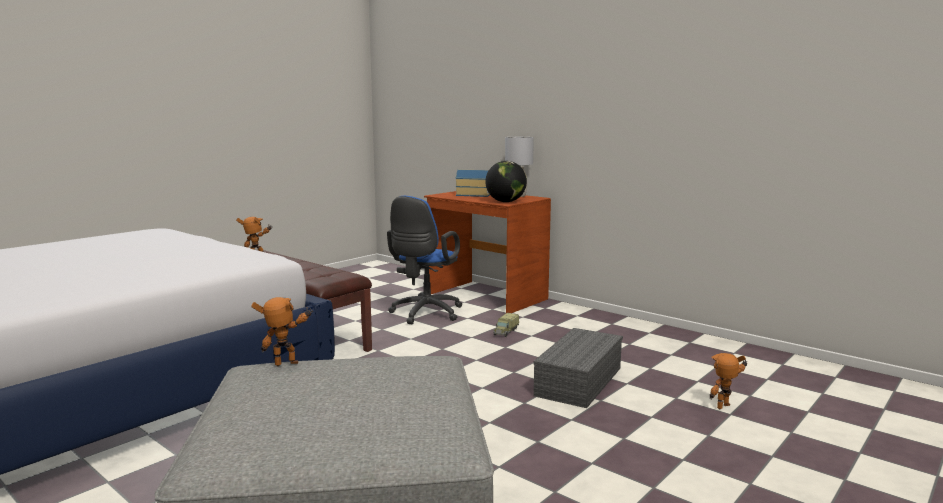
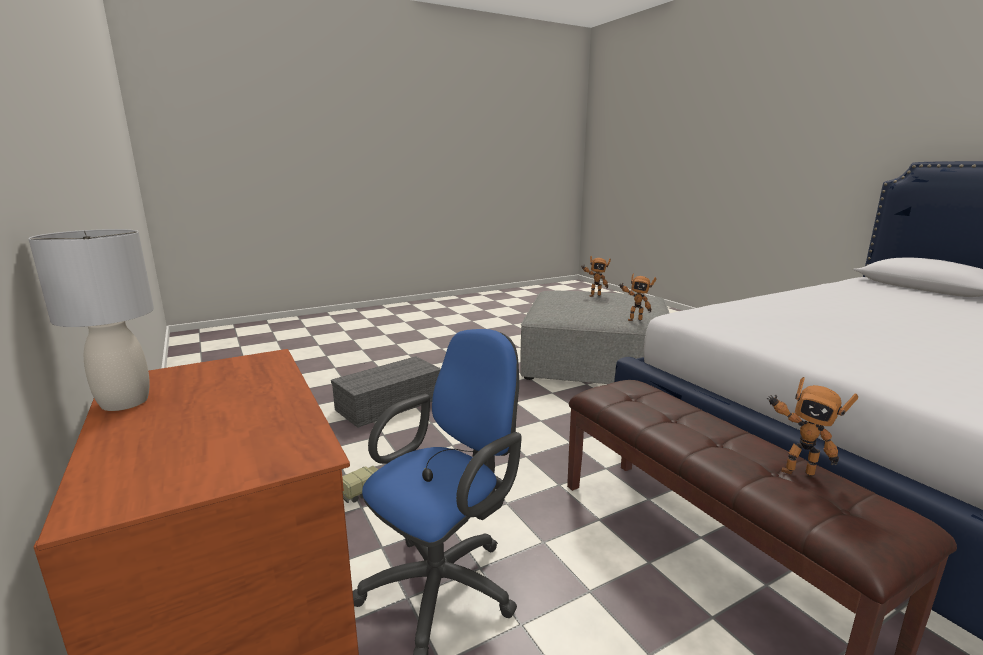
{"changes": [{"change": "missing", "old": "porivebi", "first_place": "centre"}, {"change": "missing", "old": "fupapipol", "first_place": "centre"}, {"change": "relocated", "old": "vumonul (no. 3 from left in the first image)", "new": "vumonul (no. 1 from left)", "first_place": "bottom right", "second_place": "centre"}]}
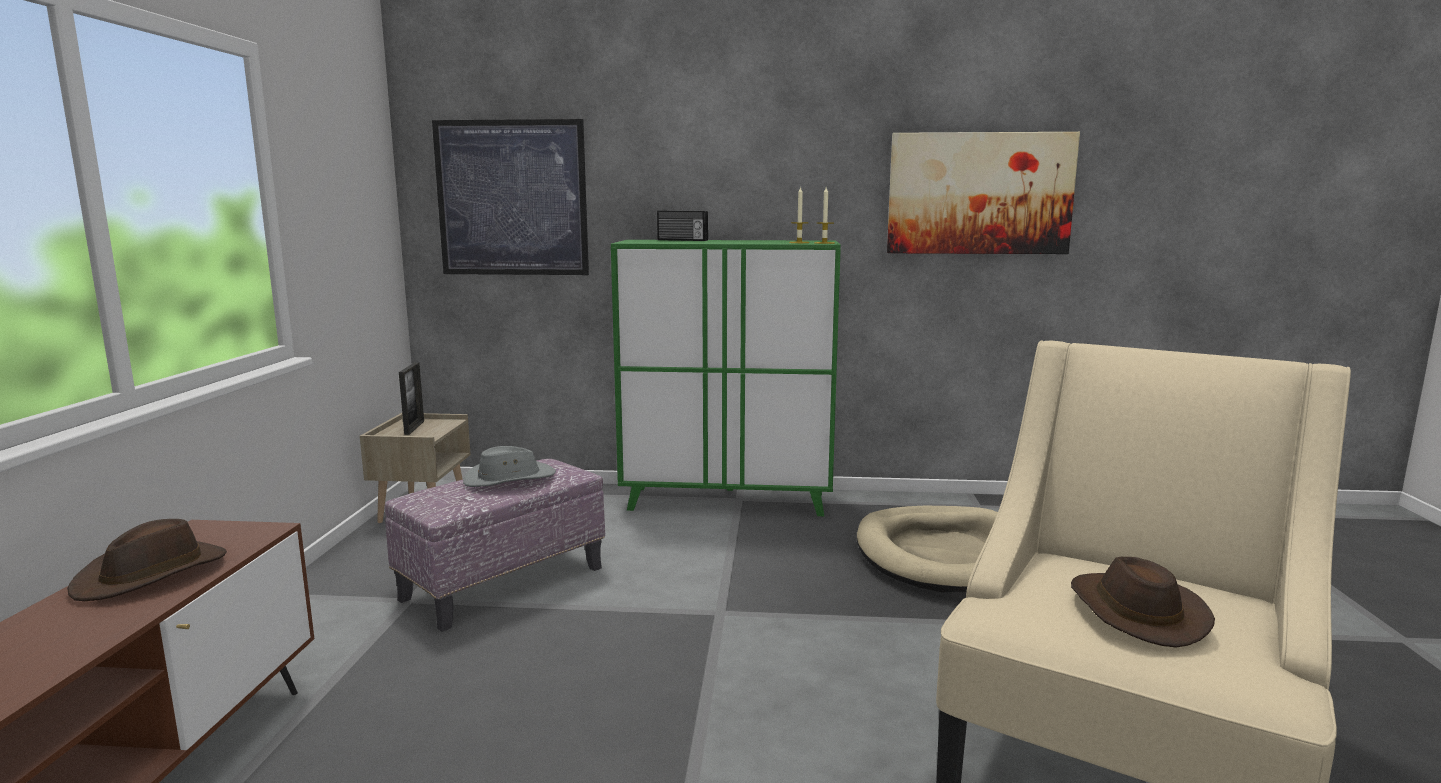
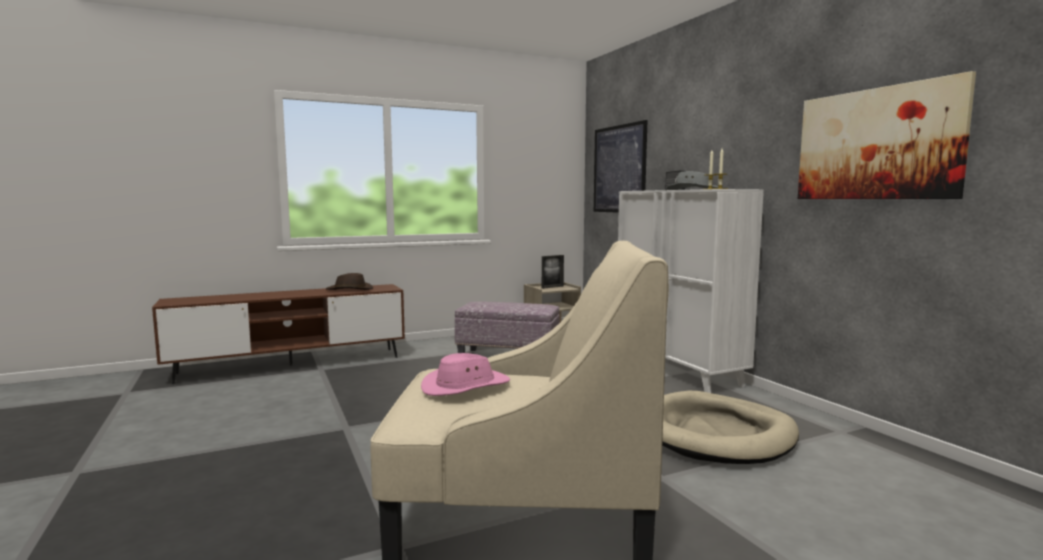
{"changes": [{"change": "relocated", "old": "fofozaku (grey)", "first_place": "centre", "second_place": "top centre"}, {"change": "colour", "old": "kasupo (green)", "new": "kasupo (white)", "first_place": "centre", "second_place": "centre"}, {"change": "colour", "old": "fofozaku (brown) (no. 2 from left)", "new": "fofozaku (pink)", "first_place": "bottom right", "second_place": "bottom centre"}]}
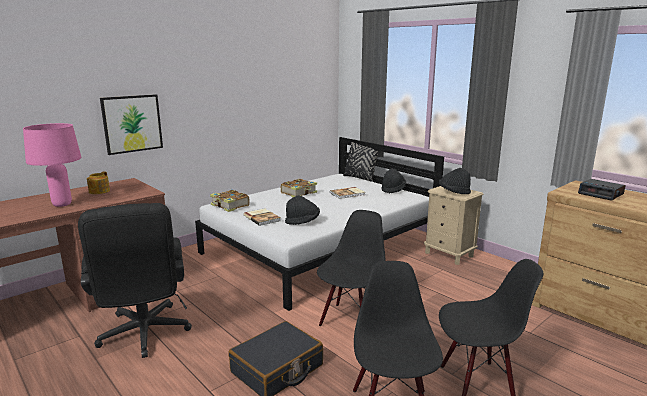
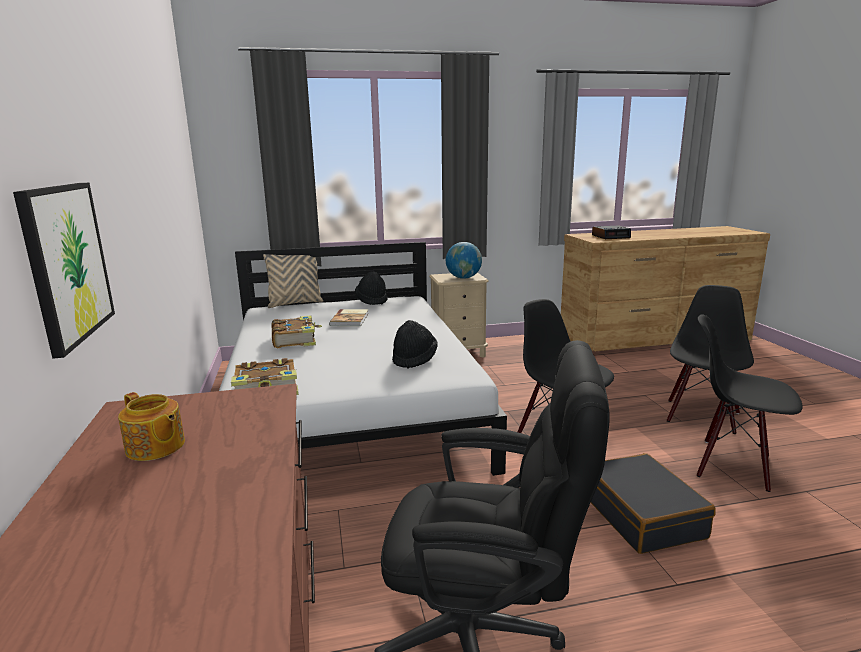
{"changes": [{"change": "missing", "old": "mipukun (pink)", "first_place": "middle left"}, {"change": "missing", "old": "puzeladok (no. 2 from left)", "first_place": "centre"}, {"change": "colour", "old": "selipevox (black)", "new": "selipevox (beige)", "first_place": "centre", "second_place": "centre"}, {"change": "exchanged", "old": "fofozaku (black) (no. 3 from left)", "new": "fupapipol", "first_place": "middle right", "second_place": "centre"}]}
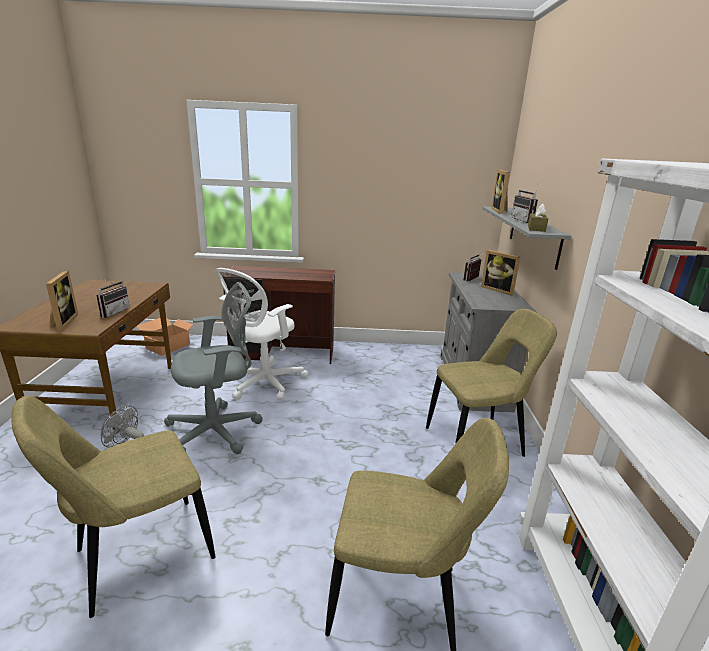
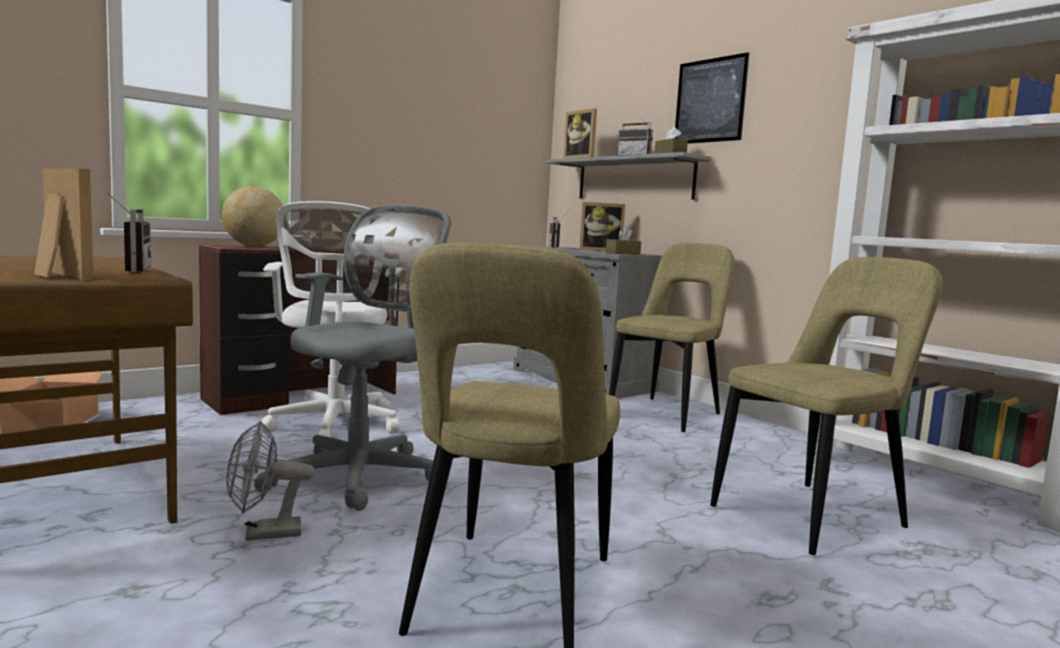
{"changes": [{"change": "appeared", "new": "fupapipol", "second_place": "middle left"}, {"change": "appeared", "new": "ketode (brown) (no. 1 from left)", "second_place": "centre"}, {"change": "appeared", "new": "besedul", "second_place": "top right"}]}
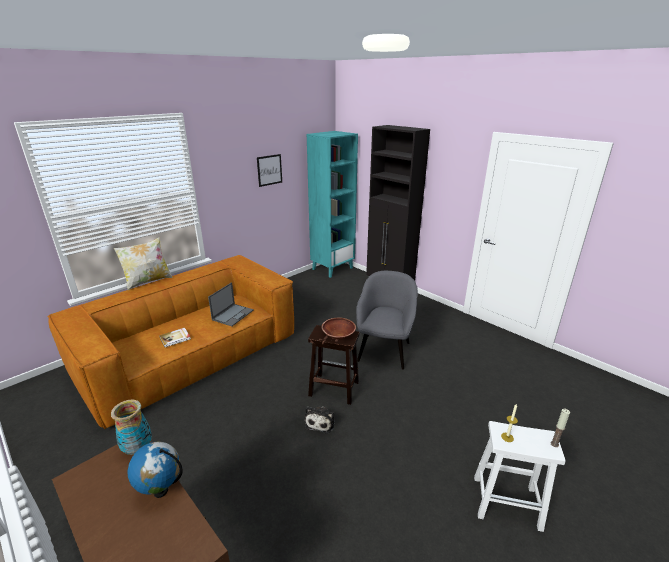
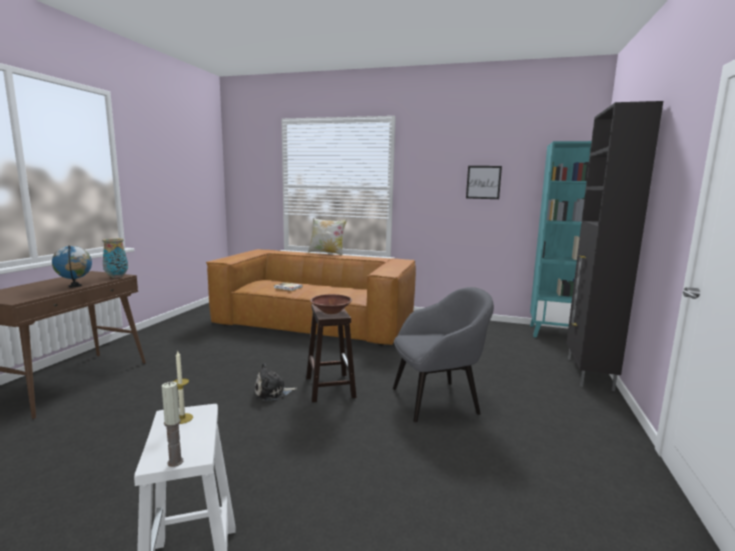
{"changes": [{"change": "missing", "old": "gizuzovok", "first_place": "centre"}]}
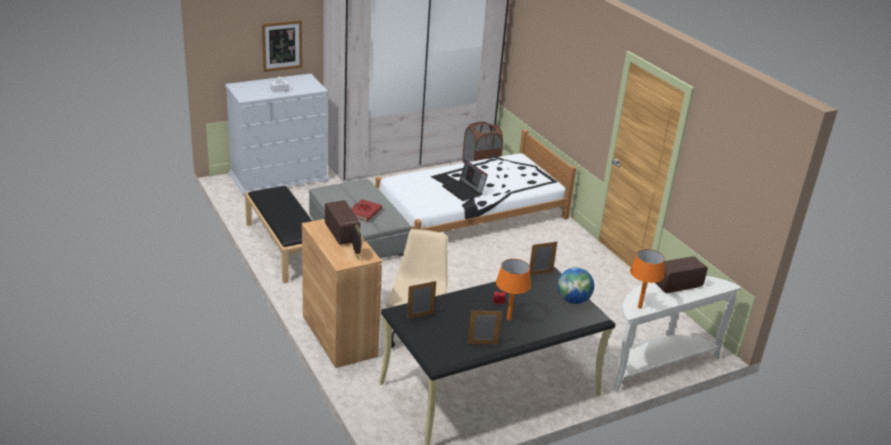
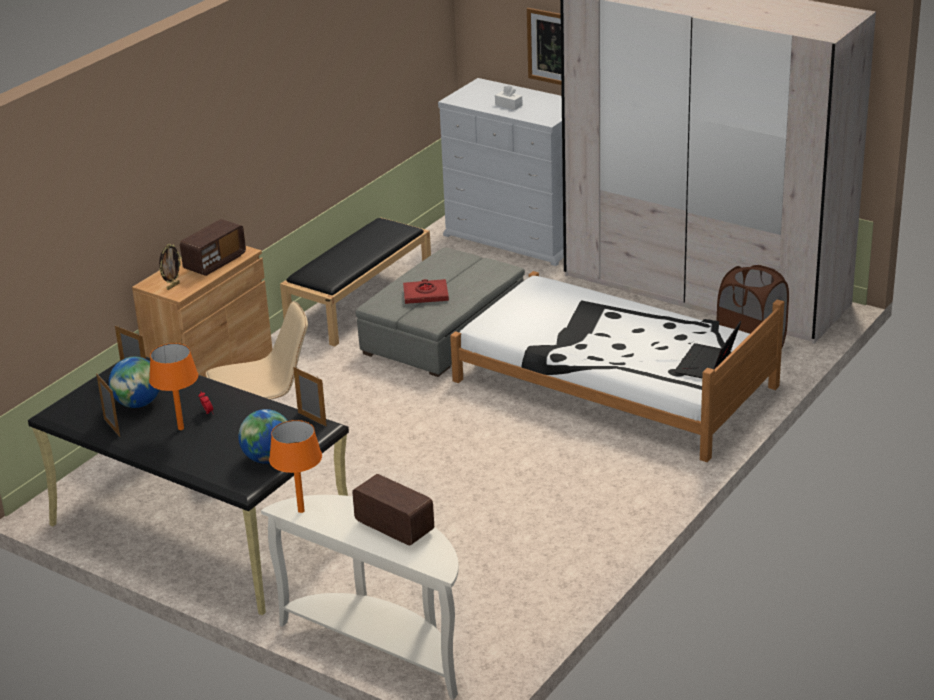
{"changes": [{"change": "relocated", "old": "gizuzovok", "first_place": "centre", "second_place": "middle right"}, {"change": "appeared", "new": "fupapipol (no. 1 from left)", "second_place": "middle left"}]}
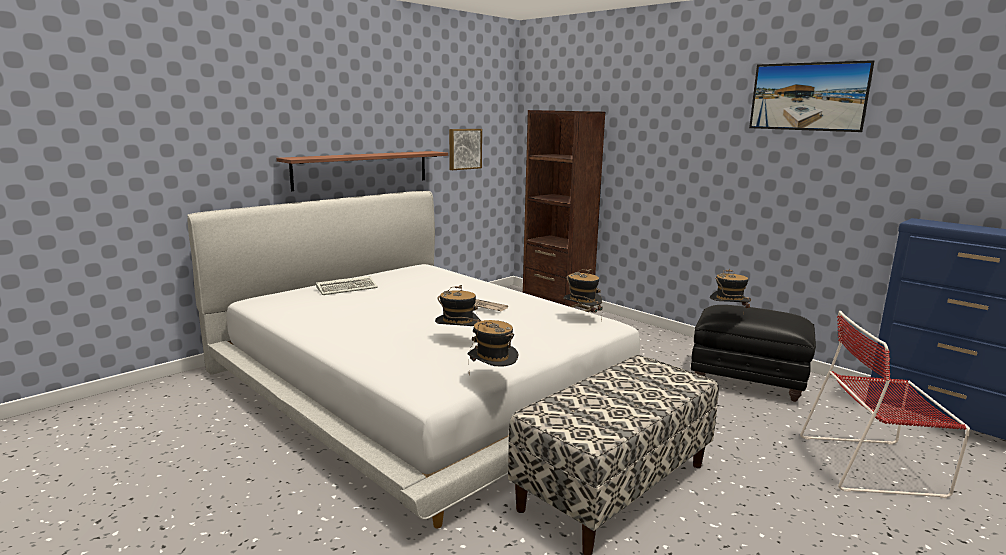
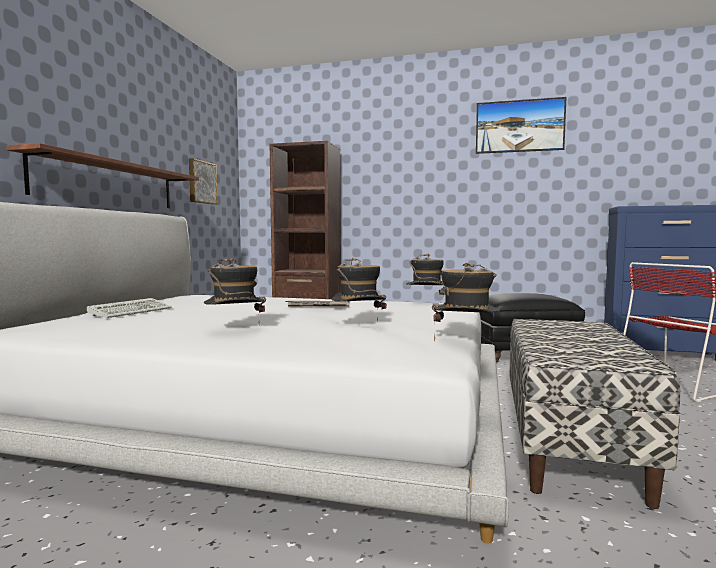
{"changes": [{"change": "relocated", "old": "fofozaku (no. 4 from left in the first image)", "new": "fofozaku (no. 1 from left)", "first_place": "middle right", "second_place": "middle left"}]}
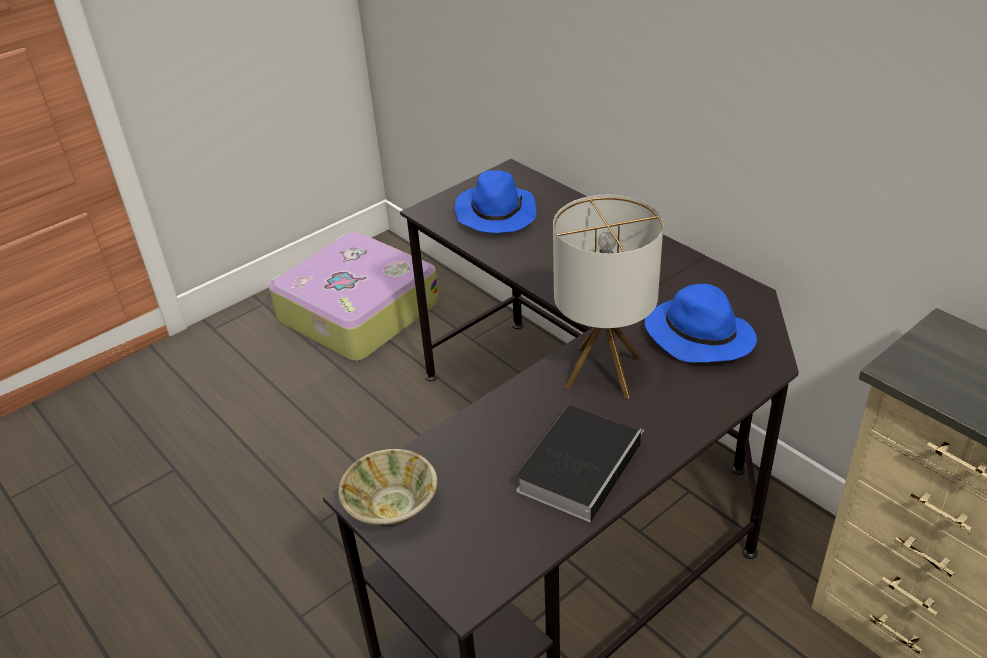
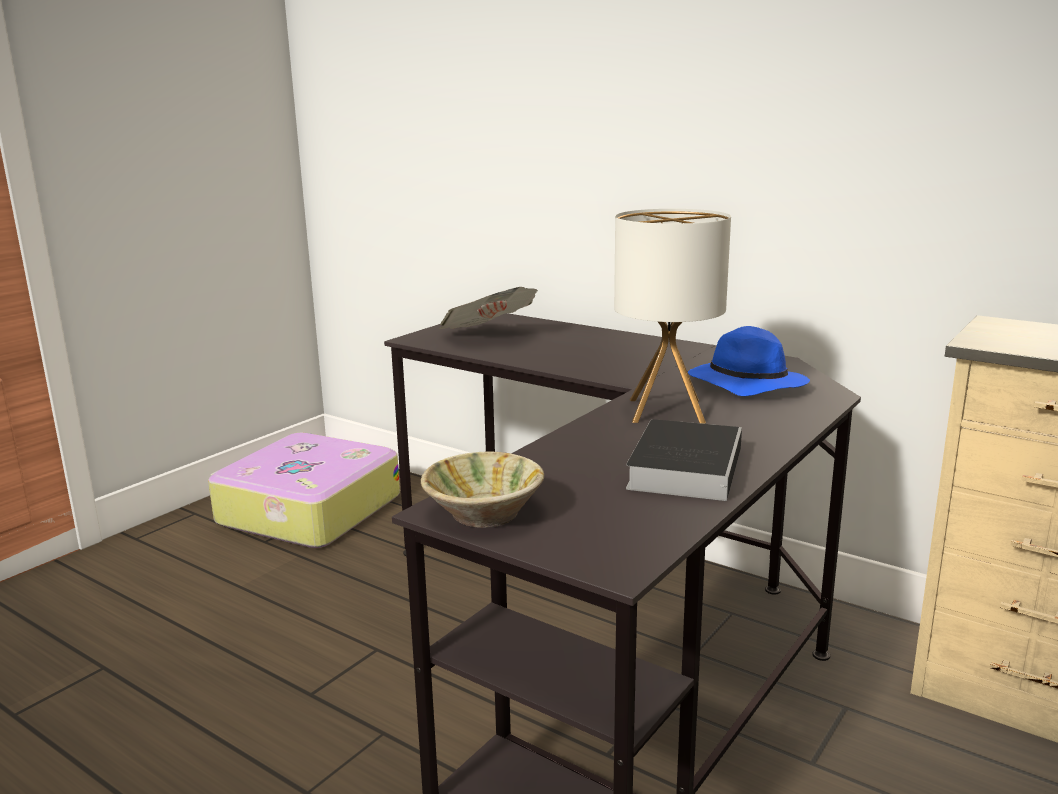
{"changes": [{"change": "exchanged", "old": "fofozaku (blue) (no. 1 from left)", "new": "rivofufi", "first_place": "top centre", "second_place": "centre"}]}
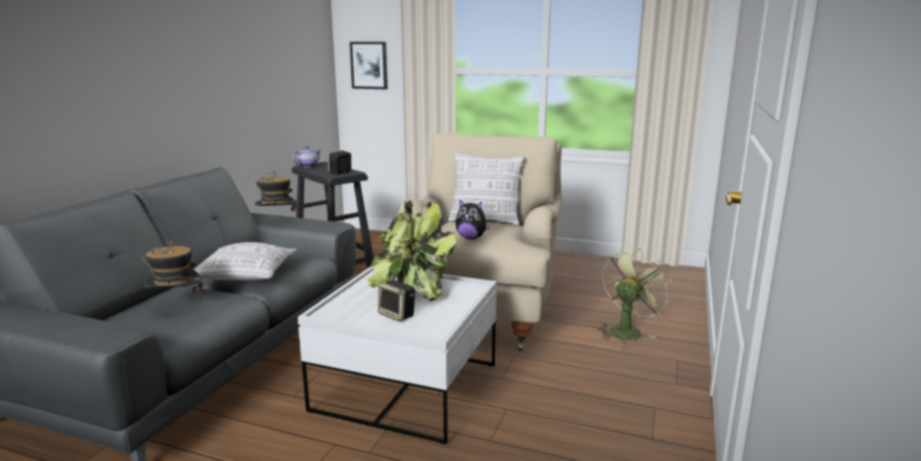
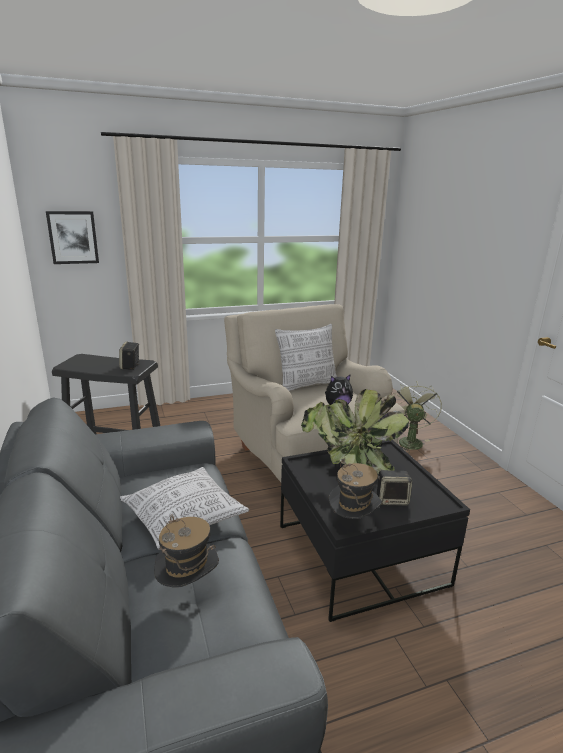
{"changes": [{"change": "relocated", "old": "fofozaku (no. 2 from left)", "first_place": "middle left", "second_place": "centre"}, {"change": "missing", "old": "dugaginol", "first_place": "centre"}, {"change": "colour", "old": "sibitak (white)", "new": "sibitak (black)", "first_place": "bottom centre", "second_place": "bottom centre"}]}
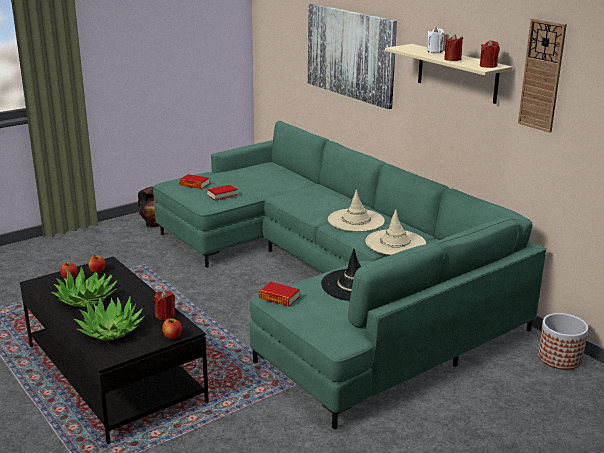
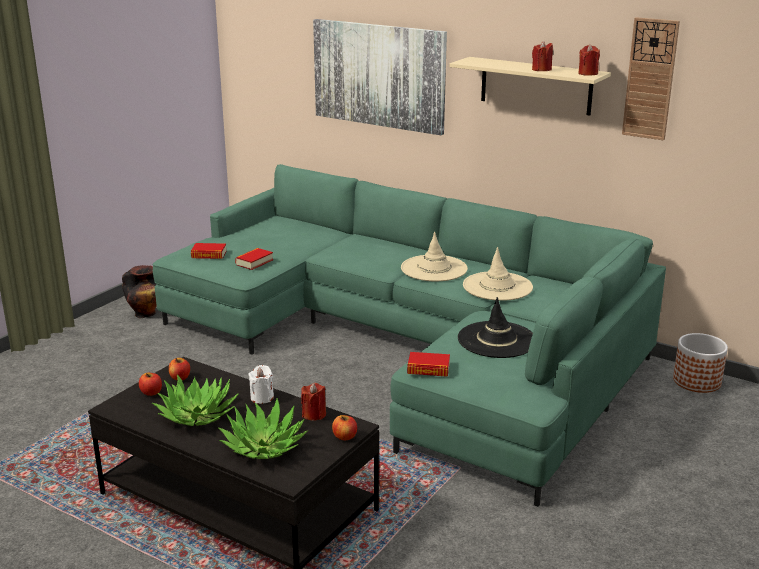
{"changes": [{"change": "relocated", "old": "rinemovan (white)", "first_place": "top right", "second_place": "bottom centre"}]}
